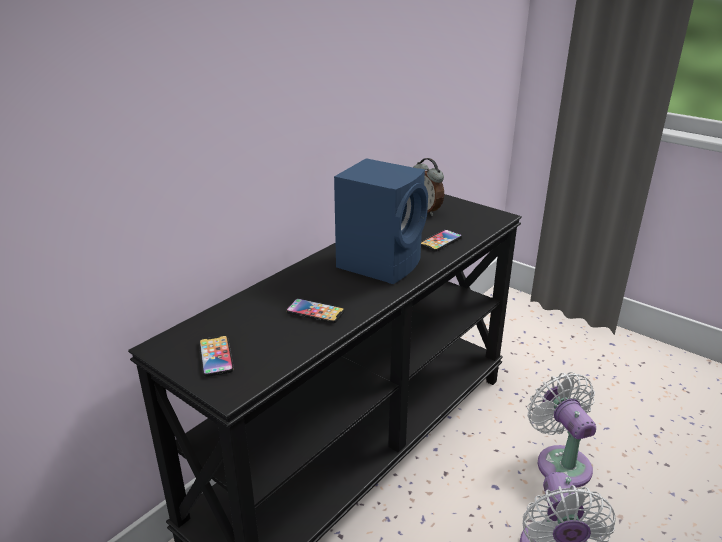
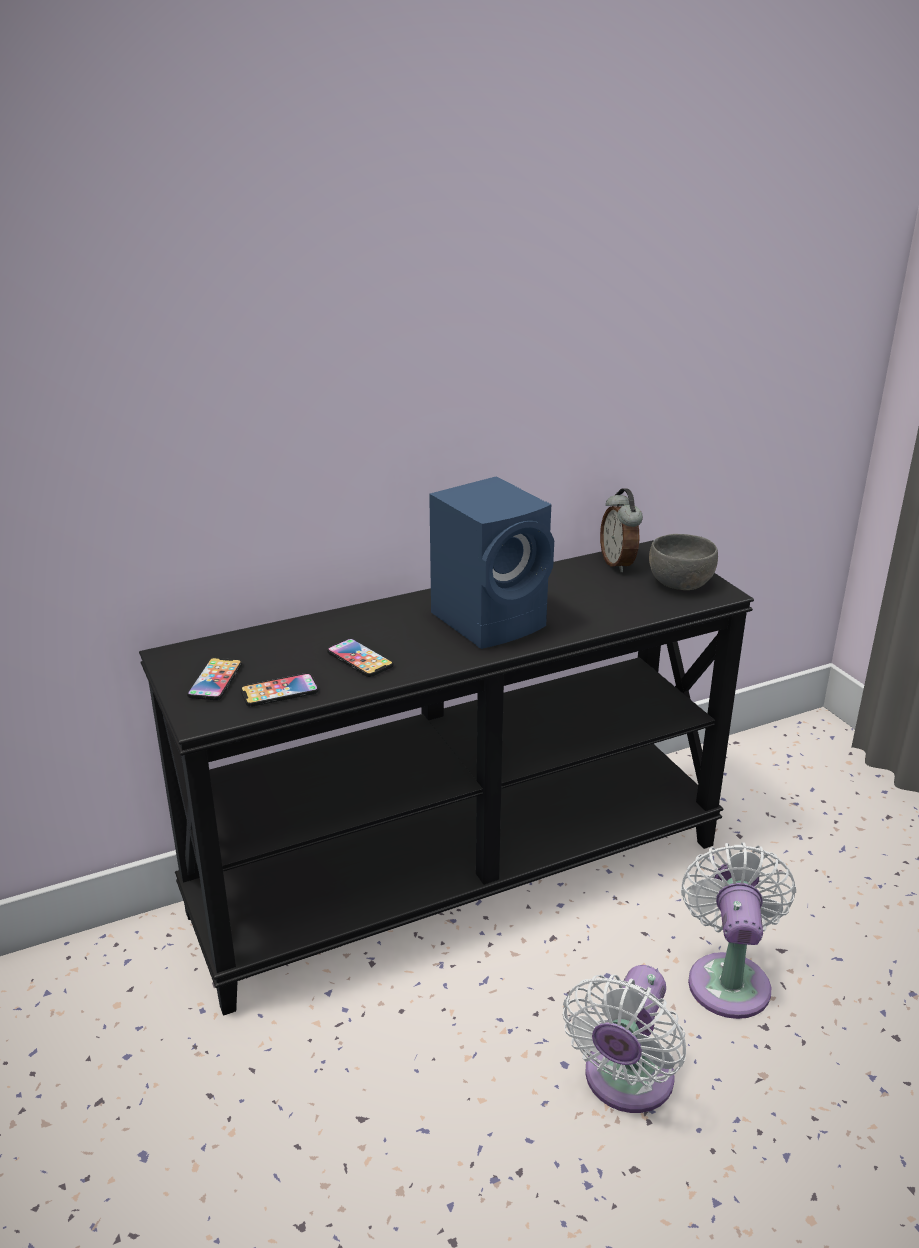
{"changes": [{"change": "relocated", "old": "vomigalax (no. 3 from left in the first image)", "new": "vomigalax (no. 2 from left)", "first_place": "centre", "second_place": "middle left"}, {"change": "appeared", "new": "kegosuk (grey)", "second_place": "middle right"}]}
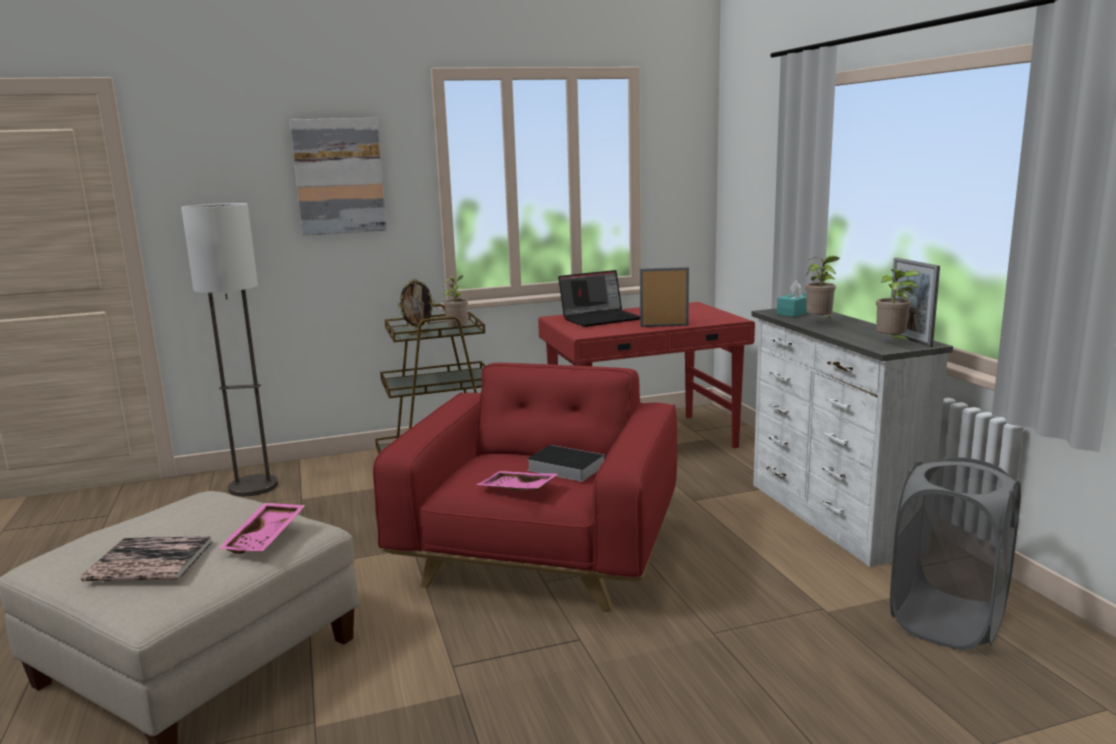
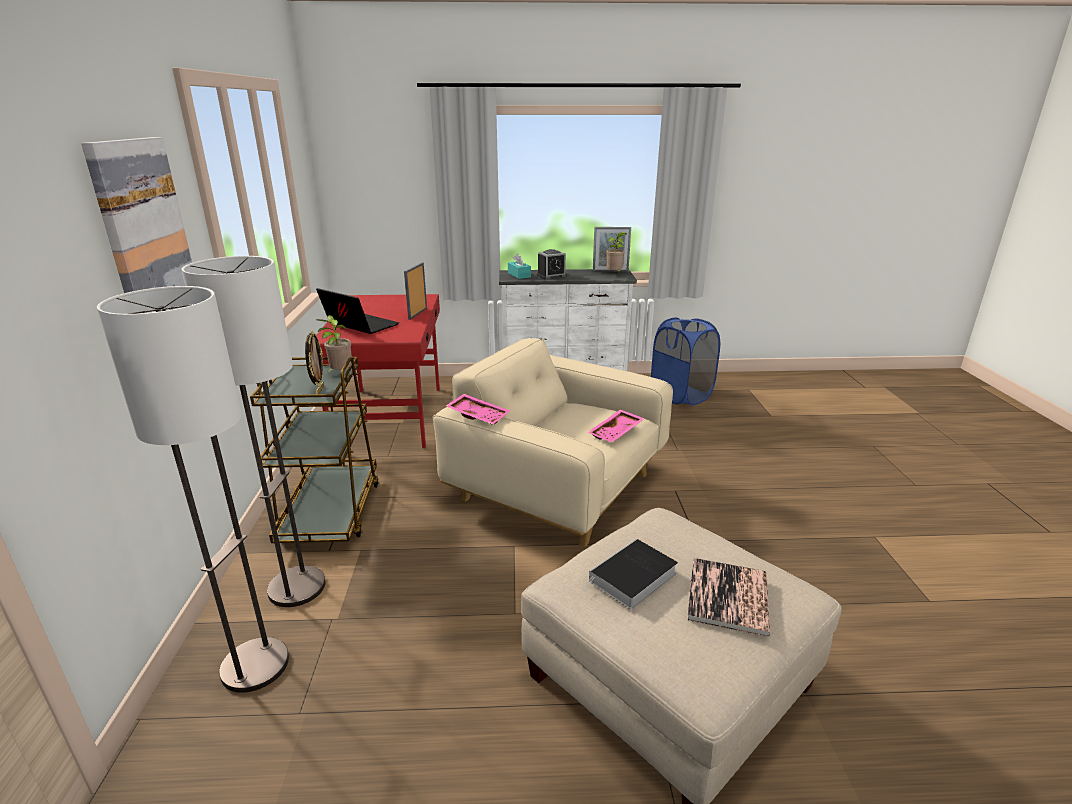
{"changes": [{"change": "relocated", "old": "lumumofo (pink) (no. 1 from left)", "first_place": "bottom left", "second_place": "centre"}, {"change": "colour", "old": "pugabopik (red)", "new": "pugabopik (beige)", "first_place": "centre", "second_place": "centre"}, {"change": "relocated", "old": "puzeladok (no. 2 from left in the first image)", "new": "puzeladok (no. 1 from left)", "first_place": "centre", "second_place": "bottom centre"}, {"change": "spun", "old": "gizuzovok", "first_place": "centre", "second_place": "middle left", "degrees": -45}, {"change": "exchanged", "old": "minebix (no. 2 from left)", "new": "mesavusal", "first_place": "middle right", "second_place": "top centre"}, {"change": "colour", "old": "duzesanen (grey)", "new": "duzesanen (blue)", "first_place": "bottom right", "second_place": "centre"}, {"change": "appeared", "new": "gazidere (no. 2 from left)", "second_place": "middle left"}]}
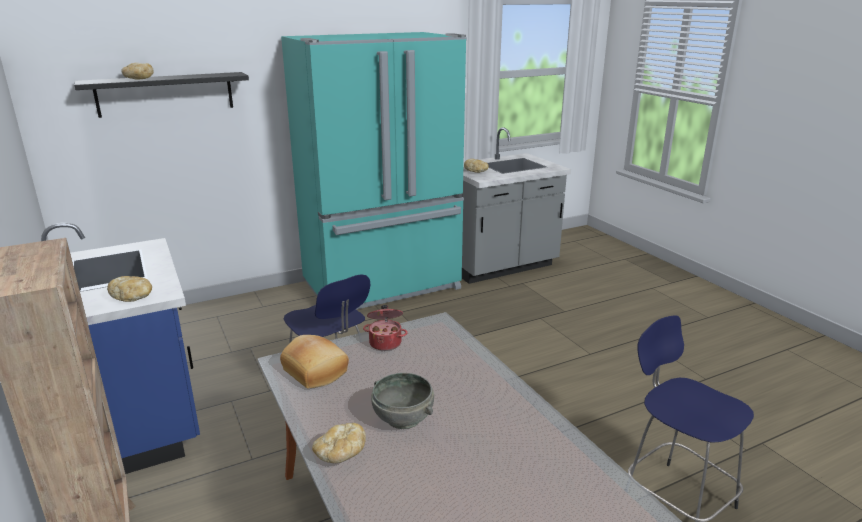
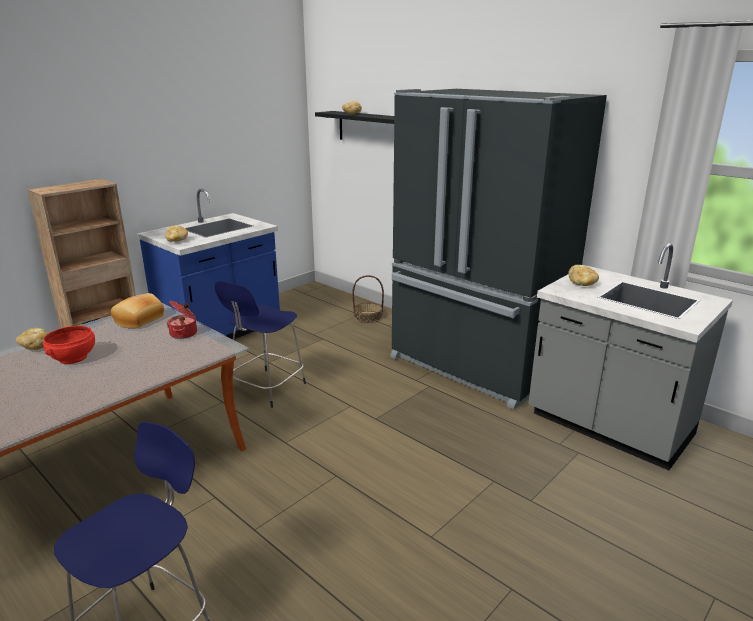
{"changes": [{"change": "colour", "old": "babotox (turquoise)", "new": "babotox (black)", "first_place": "top centre", "second_place": "centre"}, {"change": "colour", "old": "kegosuk (grey)", "new": "kegosuk (red)", "first_place": "bottom centre", "second_place": "middle left"}, {"change": "appeared", "new": "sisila", "second_place": "centre"}]}
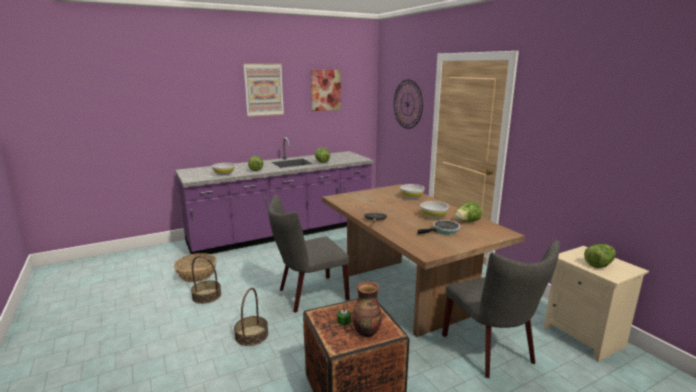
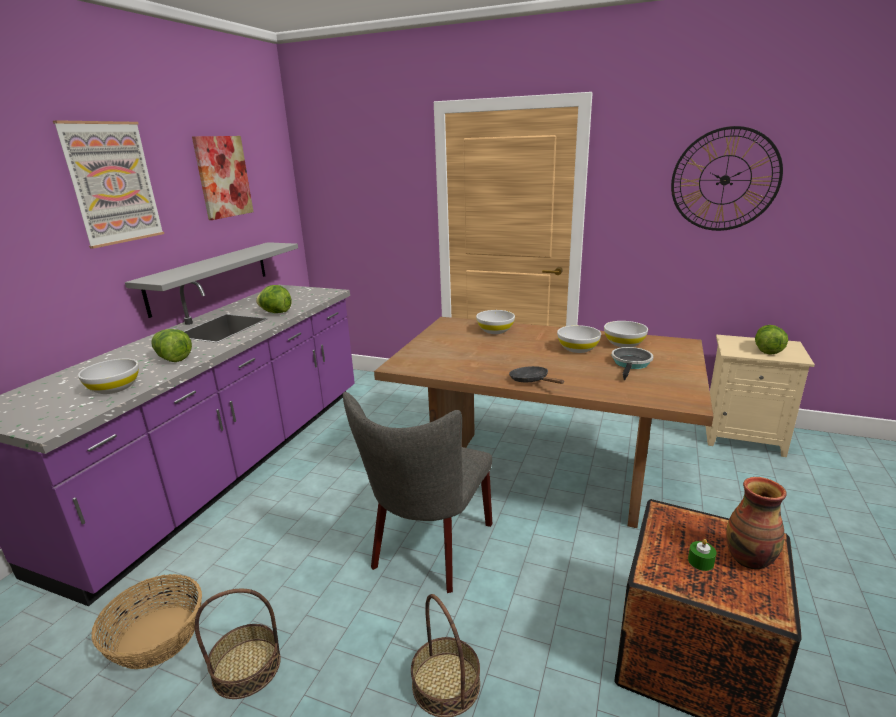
{"changes": [{"change": "relocated", "old": "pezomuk", "first_place": "top centre", "second_place": "top right"}, {"change": "missing", "old": "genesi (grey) (no. 2 from left)", "first_place": "bottom right"}, {"change": "exchanged", "old": "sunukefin (no. 3 from left)", "new": "kegosuk (white) (no. 4 from left)", "first_place": "middle right", "second_place": "middle right"}, {"change": "appeared", "new": "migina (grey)", "second_place": "middle left"}]}
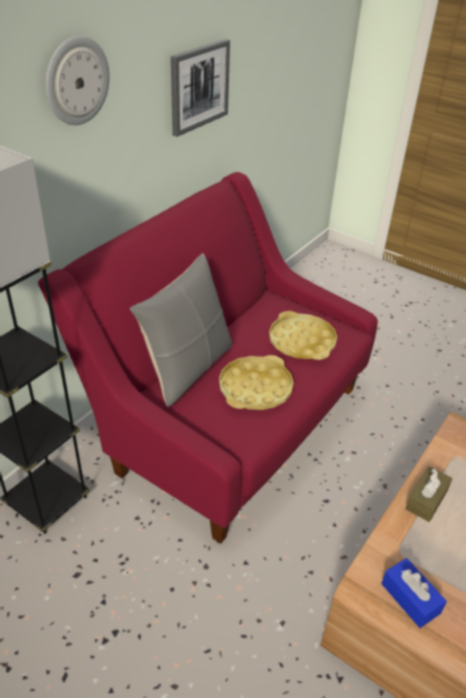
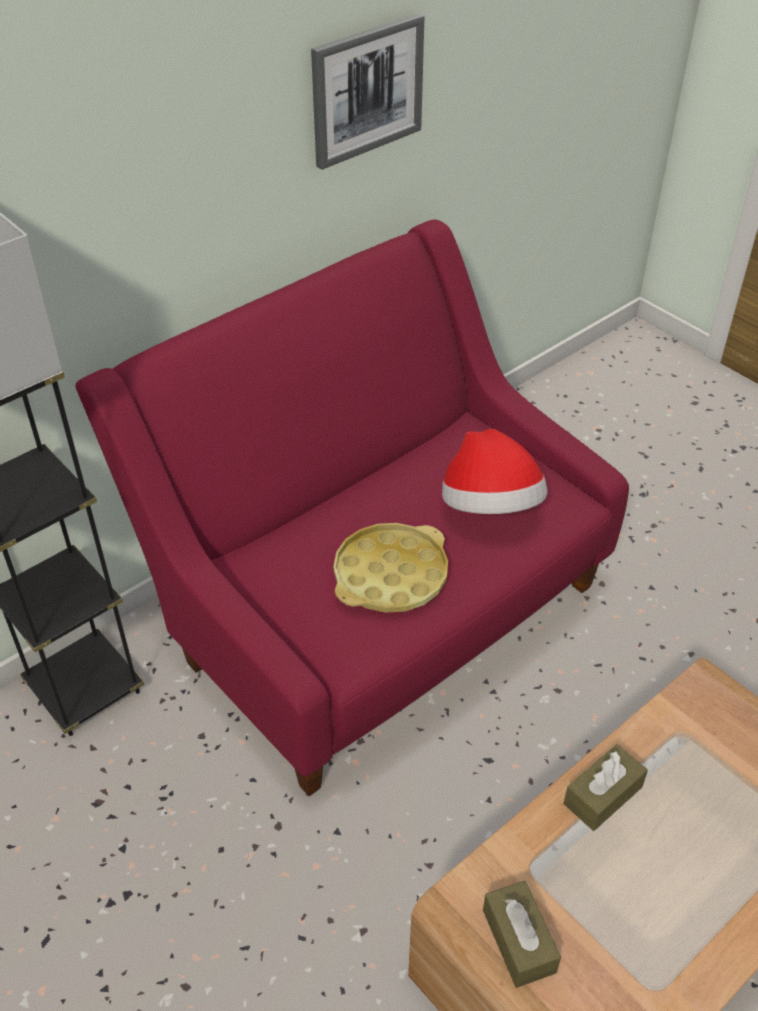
{"changes": [{"change": "missing", "old": "pezomuk", "first_place": "top left"}, {"change": "missing", "old": "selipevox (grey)", "first_place": "centre"}, {"change": "exchanged", "old": "lumumofo (yellow) (no. 2 from left)", "new": "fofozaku", "first_place": "centre", "second_place": "centre"}, {"change": "colour", "old": "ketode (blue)", "new": "ketode (brown) (no. 1 from left)", "first_place": "bottom right", "second_place": "bottom right"}]}
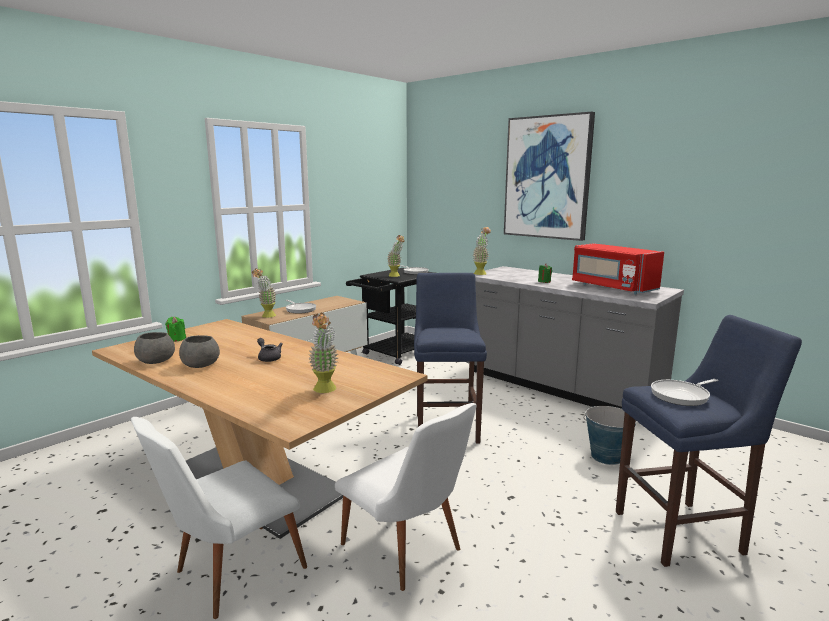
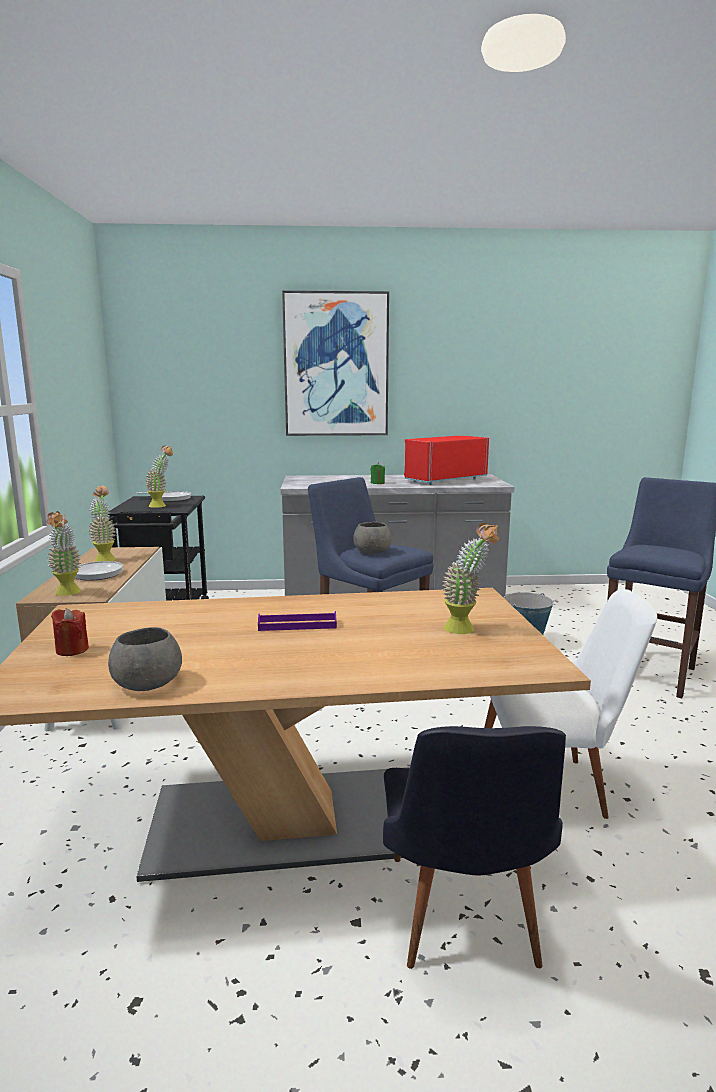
{"changes": [{"change": "colour", "old": "genesi (white) (no. 1 from left)", "new": "genesi (black)", "first_place": "bottom left", "second_place": "bottom centre"}, {"change": "colour", "old": "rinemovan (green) (no. 1 from left)", "new": "rinemovan (red)", "first_place": "middle left", "second_place": "middle left"}, {"change": "relocated", "old": "kegosuk (grey) (no. 2 from left)", "first_place": "middle left", "second_place": "centre"}, {"change": "exchanged", "old": "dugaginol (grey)", "new": "lumumofo (purple)", "first_place": "middle left", "second_place": "centre"}, {"change": "relocated", "old": "minebix (no. 4 from left in the first image)", "new": "minebix (no. 2 from left)", "first_place": "centre", "second_place": "middle left"}, {"change": "spun", "old": "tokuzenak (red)", "first_place": "middle right", "second_place": "centre", "degrees": 135}, {"change": "missing", "old": "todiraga (no. 3 from left)", "first_place": "middle right"}]}
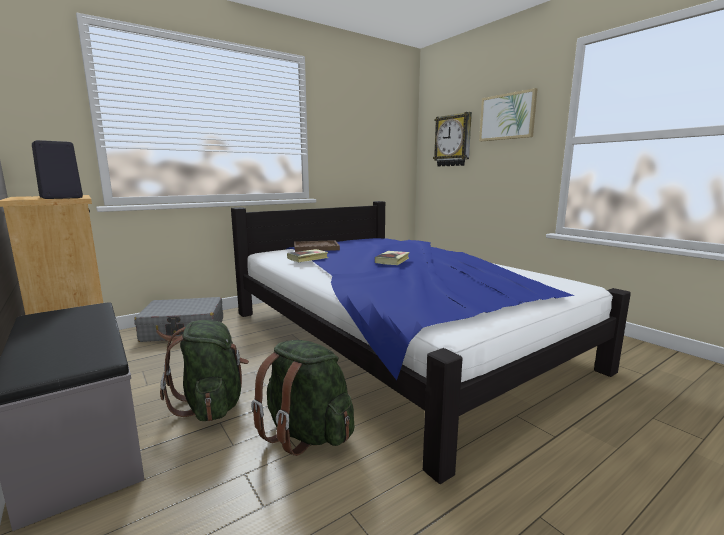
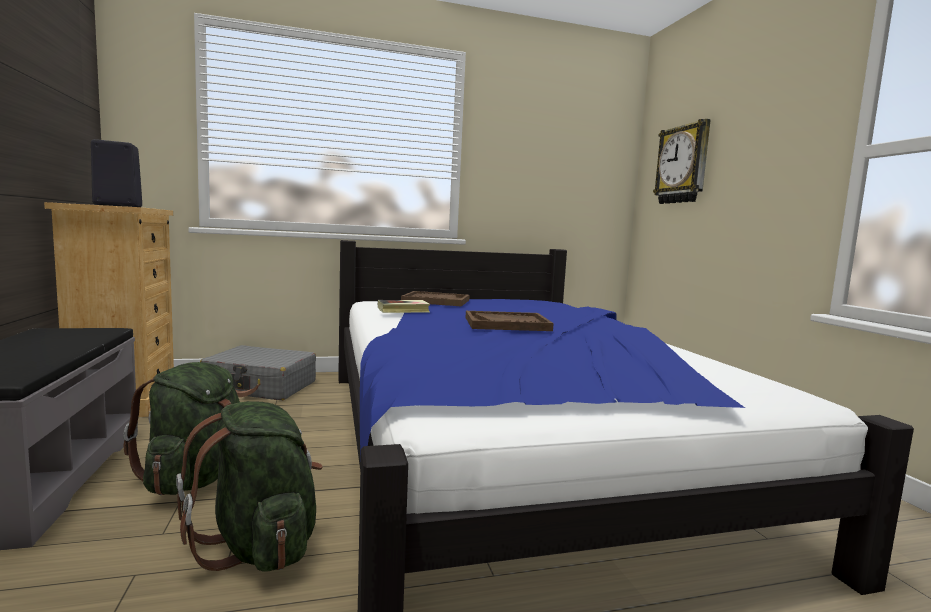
{"changes": [{"change": "exchanged", "old": "puzeladok (no. 2 from left)", "new": "lumumofo (brown) (no. 2 from left)", "first_place": "centre", "second_place": "centre"}, {"change": "missing", "old": "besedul", "first_place": "top right"}]}
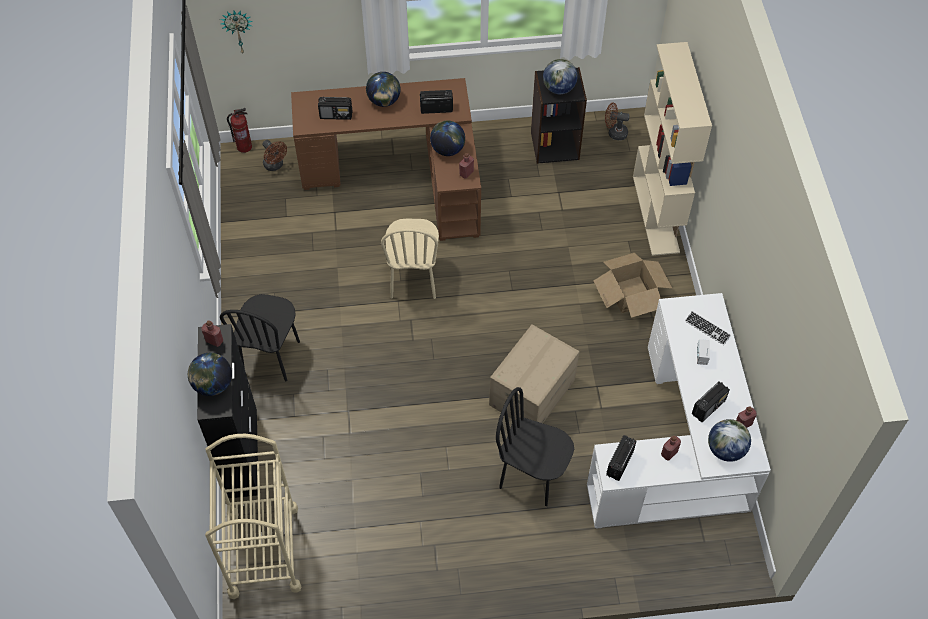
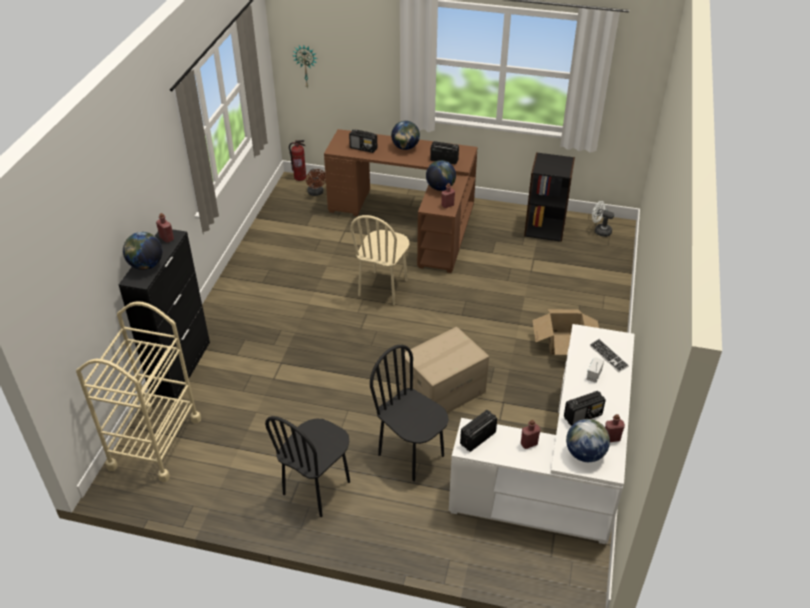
{"changes": [{"change": "relocated", "old": "genesi (black) (no. 1 from left)", "first_place": "middle left", "second_place": "bottom centre"}, {"change": "missing", "old": "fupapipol (no. 4 from left)", "first_place": "top centre"}, {"change": "colour", "old": "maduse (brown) (no. 2 from left)", "new": "maduse (white)", "first_place": "top centre", "second_place": "middle right"}, {"change": "missing", "old": "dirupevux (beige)", "first_place": "top right"}]}
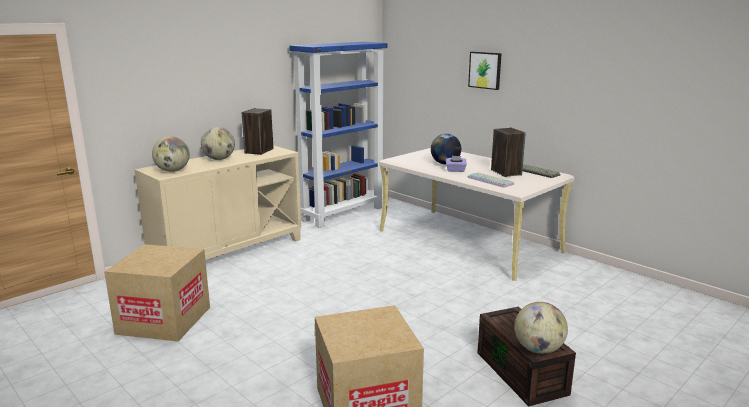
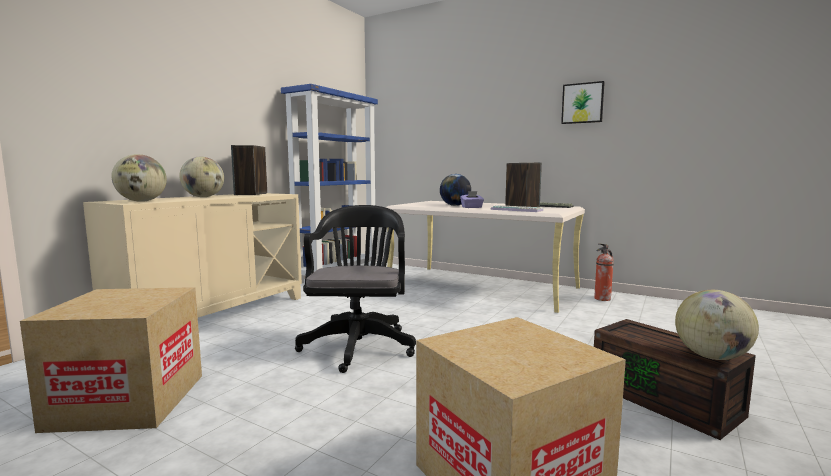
{"changes": [{"change": "relocated", "old": "besedul", "first_place": "top centre", "second_place": "top right"}, {"change": "appeared", "new": "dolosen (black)", "second_place": "centre"}, {"change": "appeared", "new": "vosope", "second_place": "middle right"}]}
